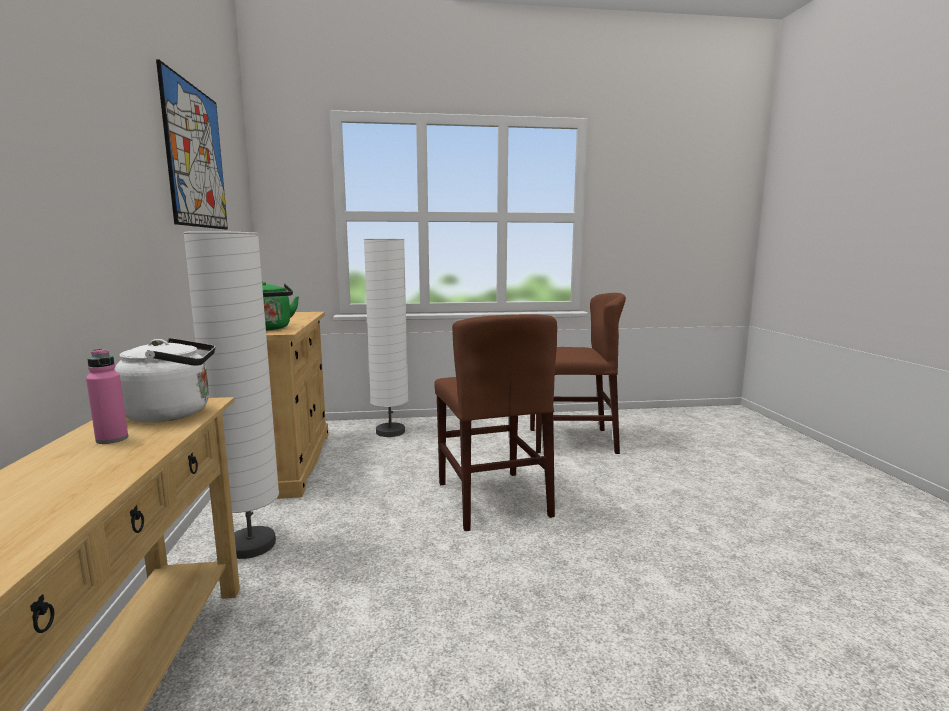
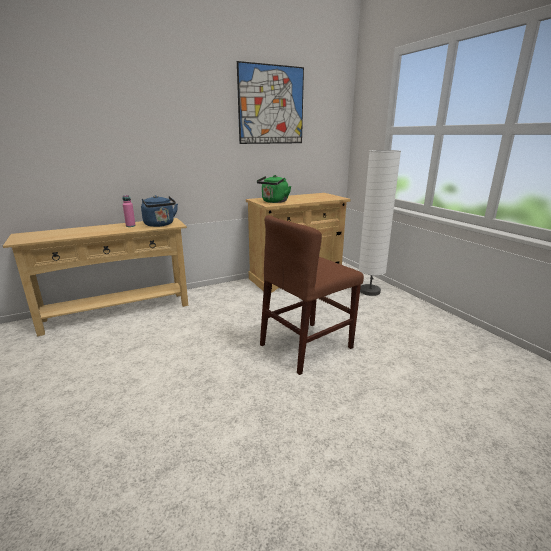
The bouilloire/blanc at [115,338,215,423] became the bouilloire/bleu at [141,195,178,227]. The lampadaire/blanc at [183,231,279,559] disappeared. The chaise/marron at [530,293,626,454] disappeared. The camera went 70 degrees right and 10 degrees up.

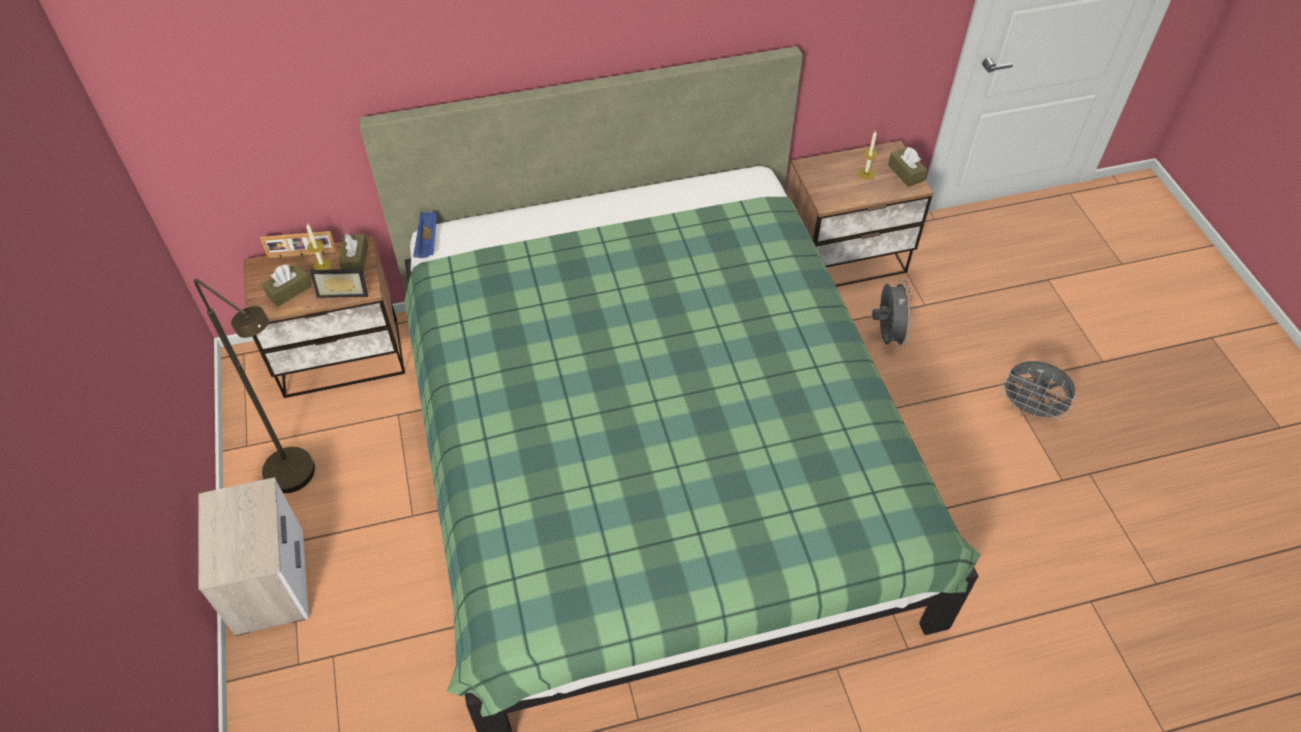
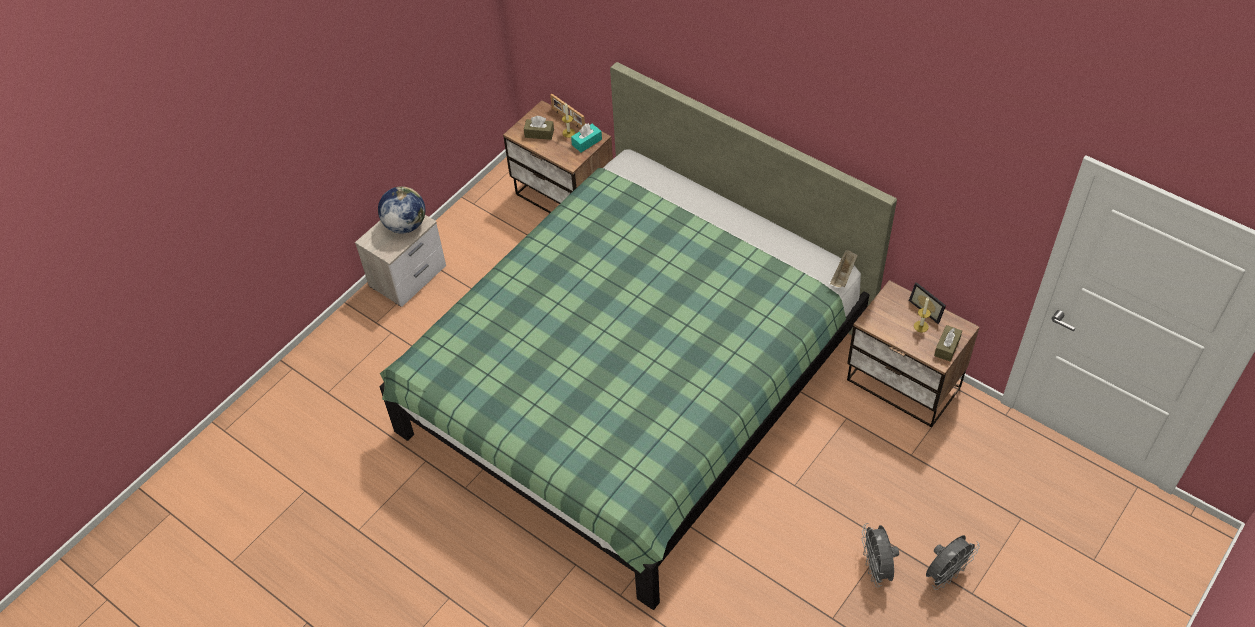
The globe at [378,186,425,234] appeared. The boîte à mouchoirs/marron at [339,234,368,274] became the boîte à mouchoirs/turquoise at [571,123,602,152]. The plateau/beige at [830,249,858,287] appeared. The cadre photo moved from [309,269,368,298] to [909,282,946,324]. The ventilateur/gris moved from [872,280,913,348] to [926,535,980,590]. The lampadaire/marron at [194,279,315,493] disappeared. The plateau/bleu at [413,211,437,258] disappeared. The camera went 55 degrees right and 0 degrees up.

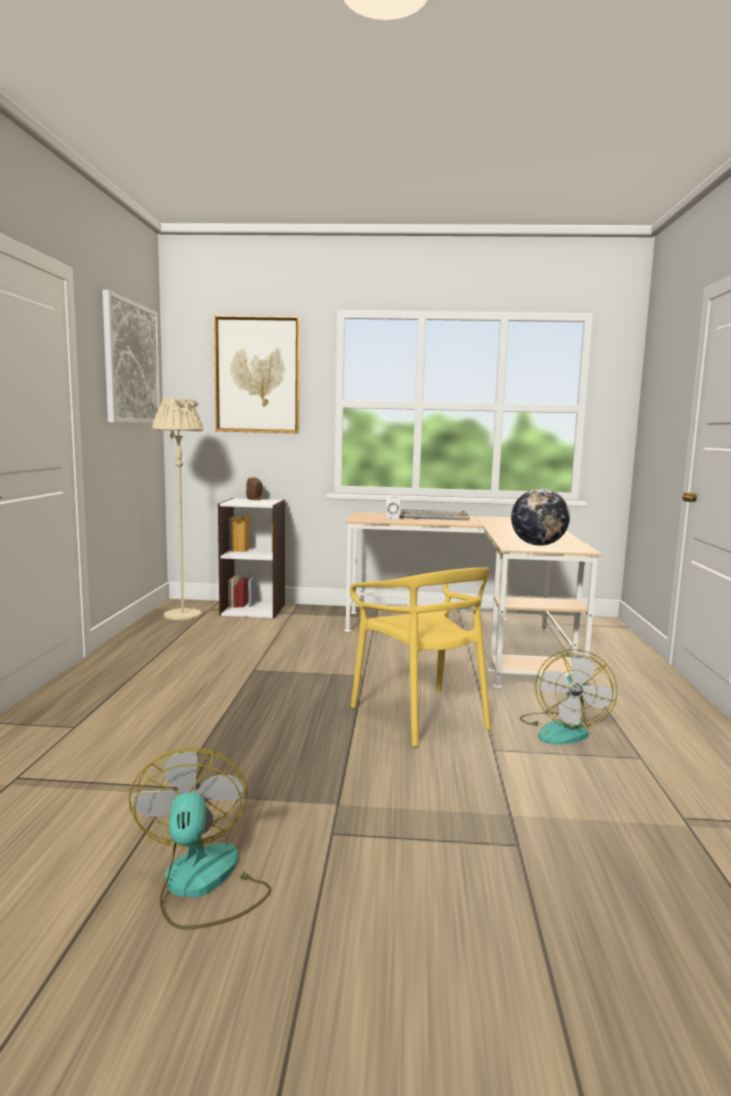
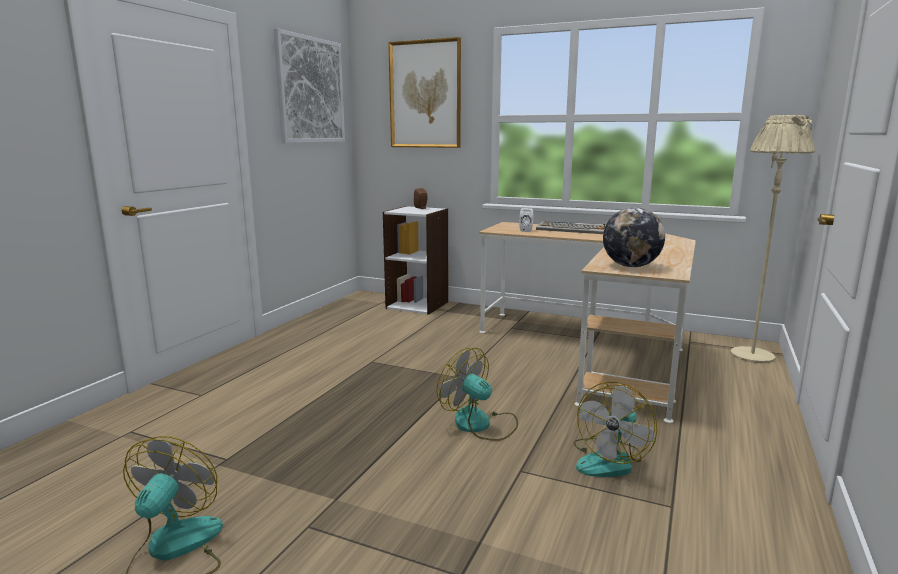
The chaise/jaune at [350,567,491,747] was replaced by the ventilateur at [436,348,518,441]. The lampadaire/beige moved from [152,398,204,620] to [730,115,815,363]. The camera went 20 degrees right and 5 degrees up.

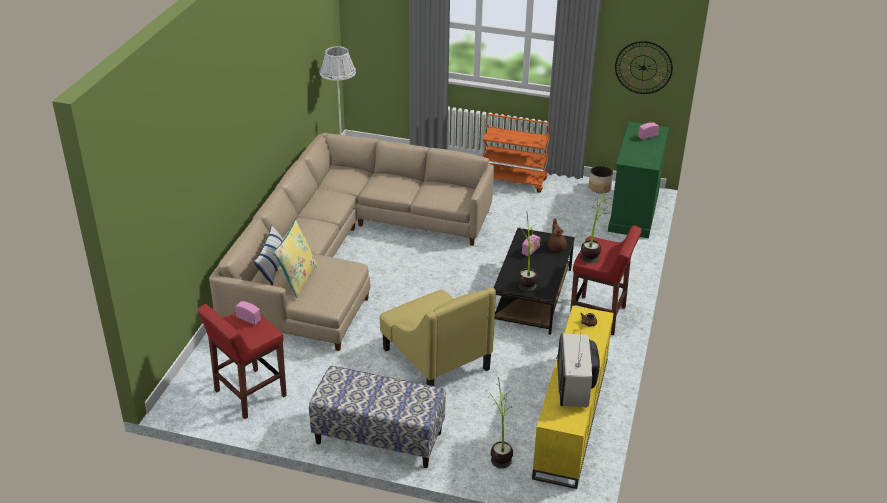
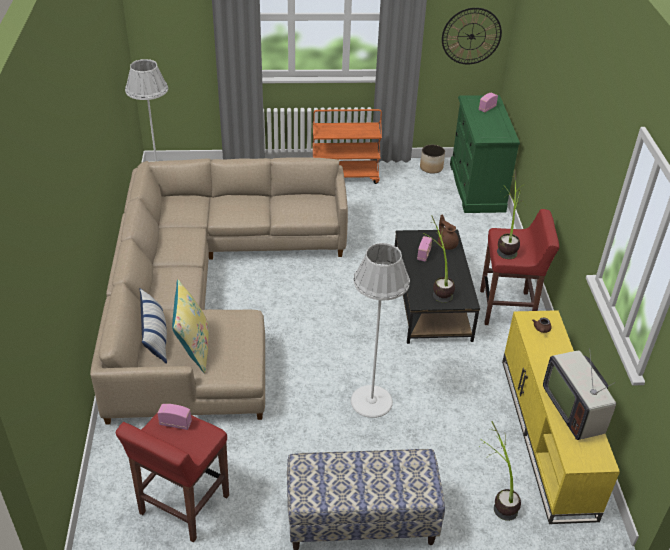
The fauteuil/jaune at [380,287,496,386] was replaced by the lampadaire/blanc at [351,243,410,418]. The camera went 20 degrees left and 5 degrees up.

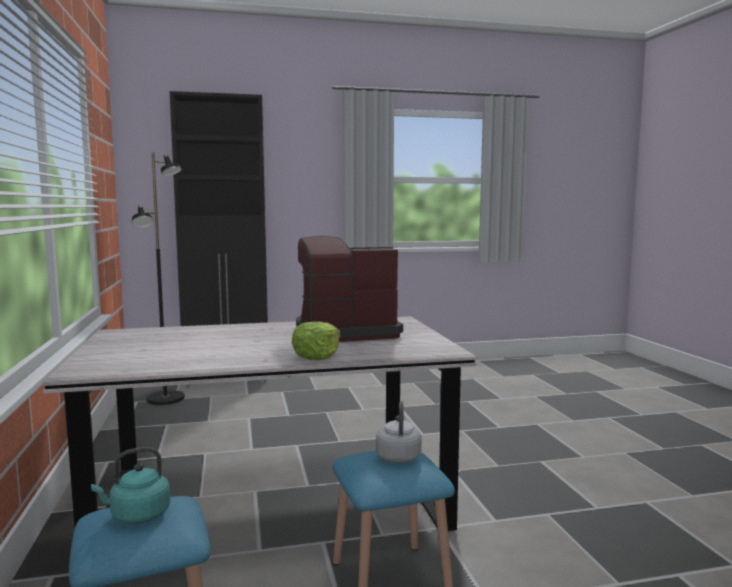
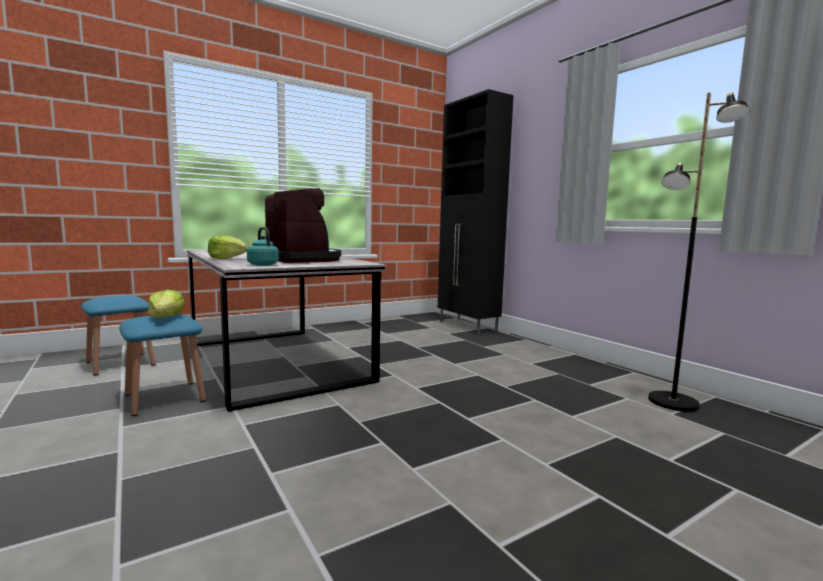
The bouilloire/gris at [376,401,422,463] was replaced by the laitue at [148,290,185,318]. The bouilloire/turquoise moved from [91,447,170,524] to [247,227,279,266]. The lampadaire/noir moved from [131,152,185,405] to [648,92,750,412]. The camera went 70 degrees right and 0 degrees up.

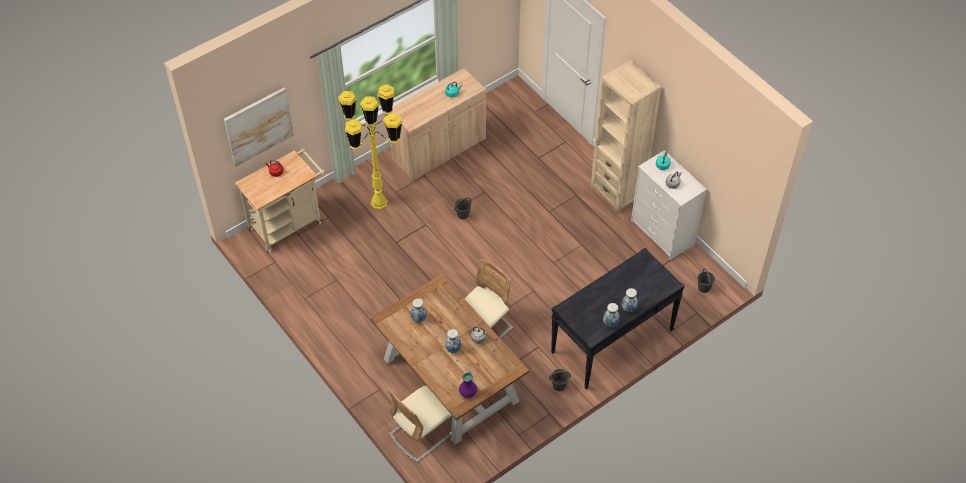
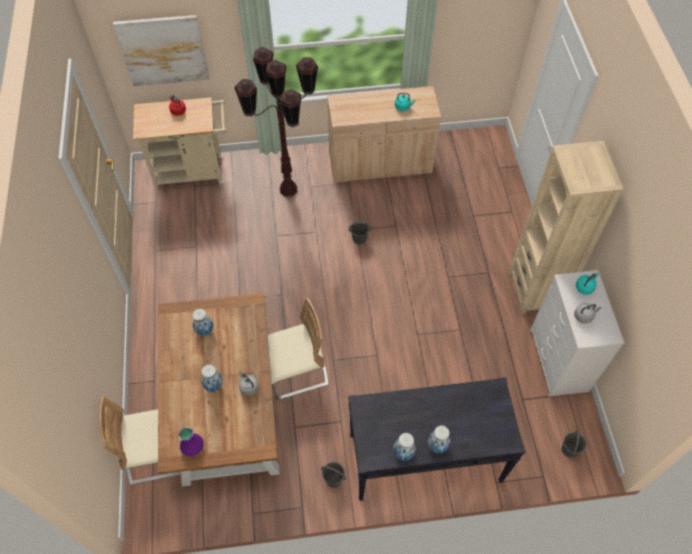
The lampadaire/jaune at [338,84,403,209] became the lampadaire/marron at [234,47,318,197]. The camera went 30 degrees right and 5 degrees up.

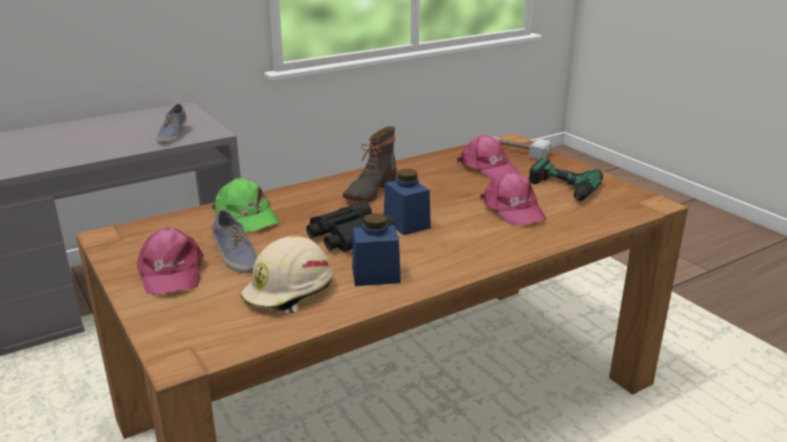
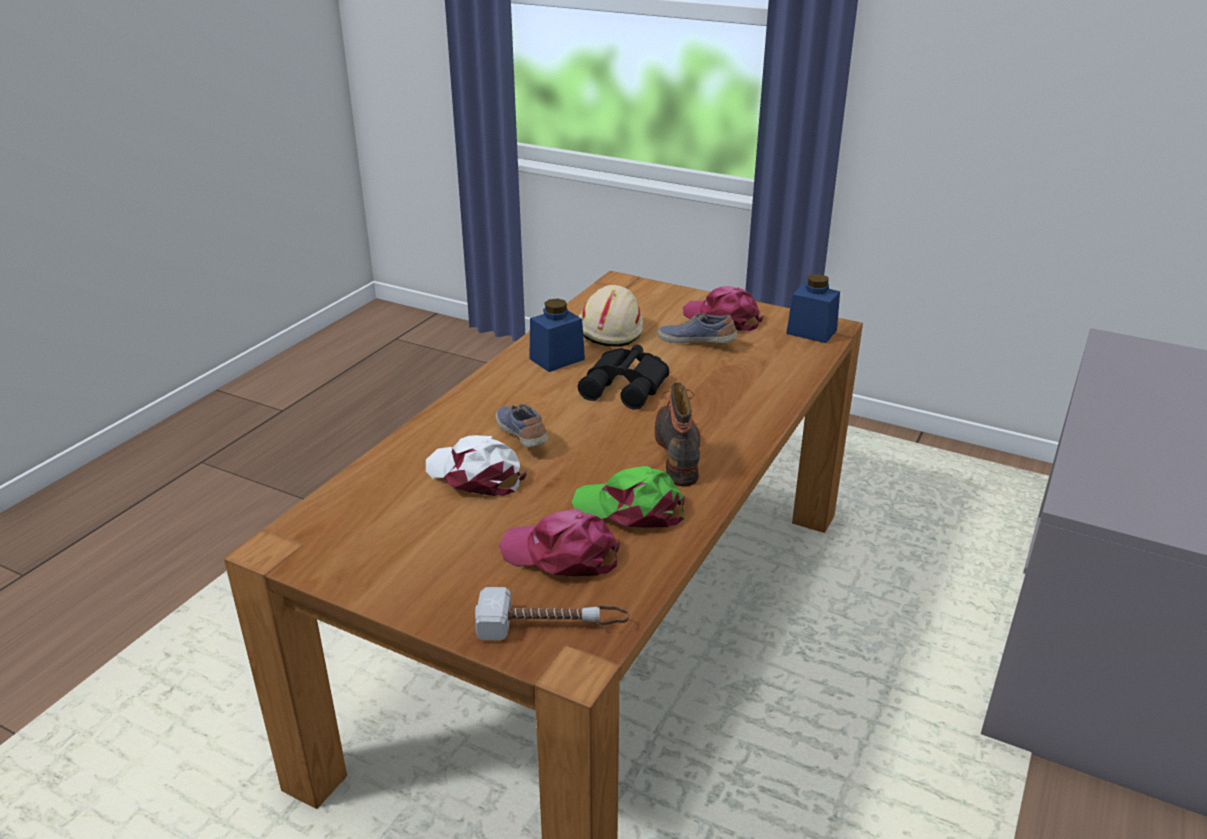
The casquette/rose at [480,172,546,225] became the casquette/blanc at [426,435,527,496]. The chaussure moved from [156,103,187,144] to [496,403,548,447]. The casquette/vert moved from [211,178,279,232] to [572,466,685,528]. The bocal/bleu moved from [384,169,431,235] to [786,274,840,343]. The perceuse at [529,158,603,204] disappeared. The camera went 150 degrees right and 5 degrees up.

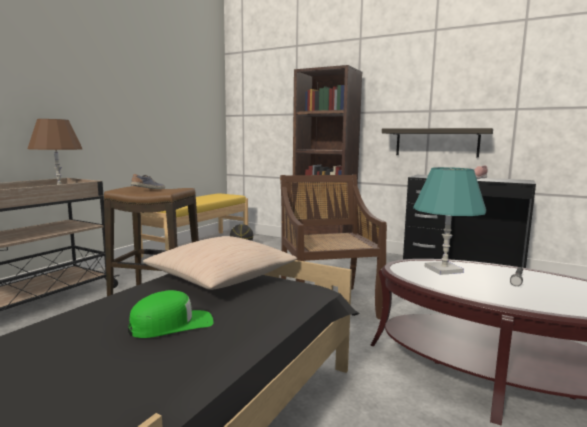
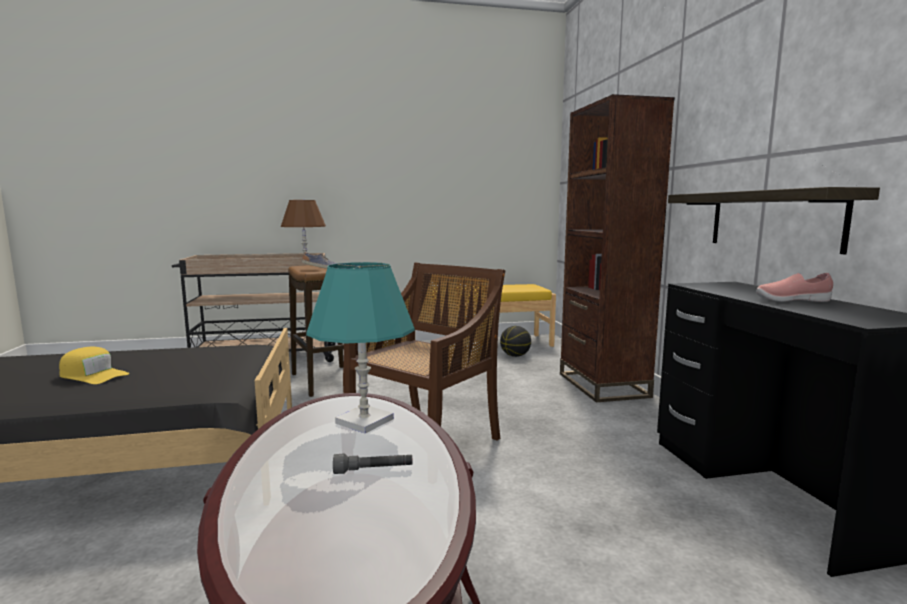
The casquette/vert at [128,290,214,338] became the casquette/jaune at [59,347,129,384]. The coussin/beige at [143,236,298,290] disappeared. The camera went 50 degrees right and 0 degrees up.

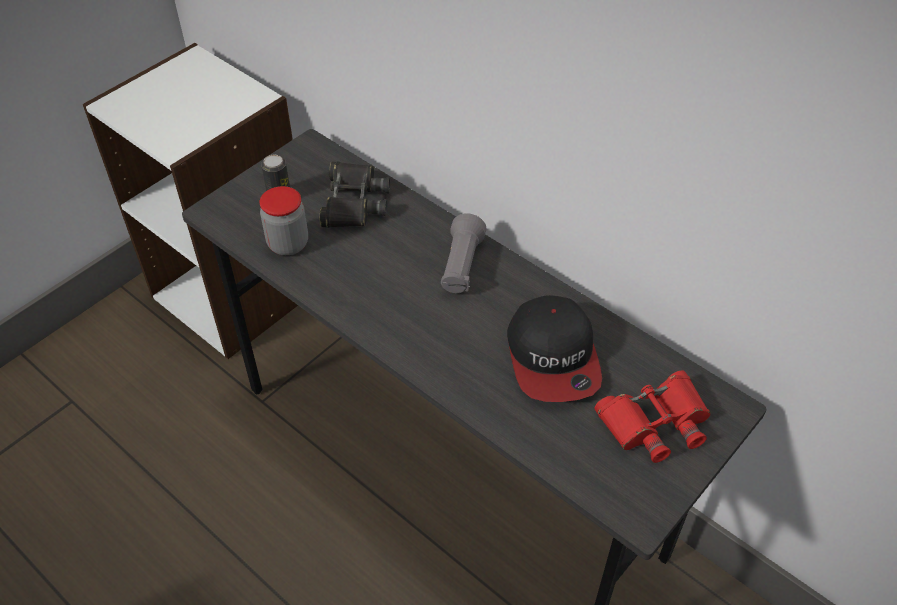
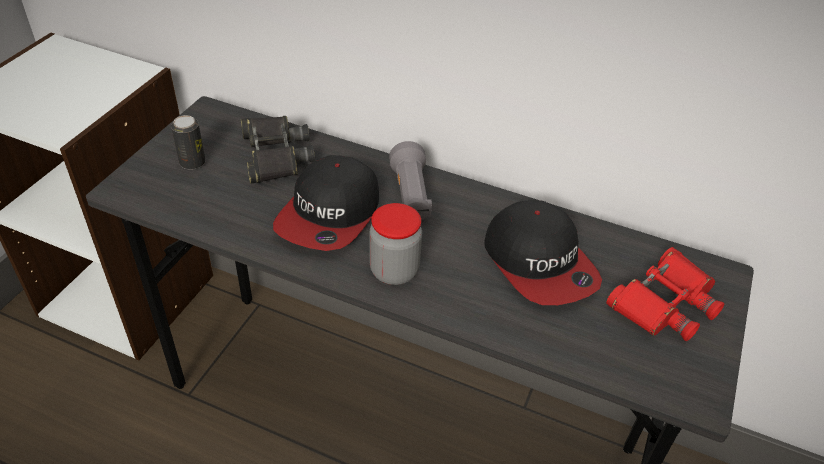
The casquette at [273,155,379,251] appeared. The bocal moved from [260,186,308,255] to [369,203,422,285]. The camera went 20 degrees left and 5 degrees down.

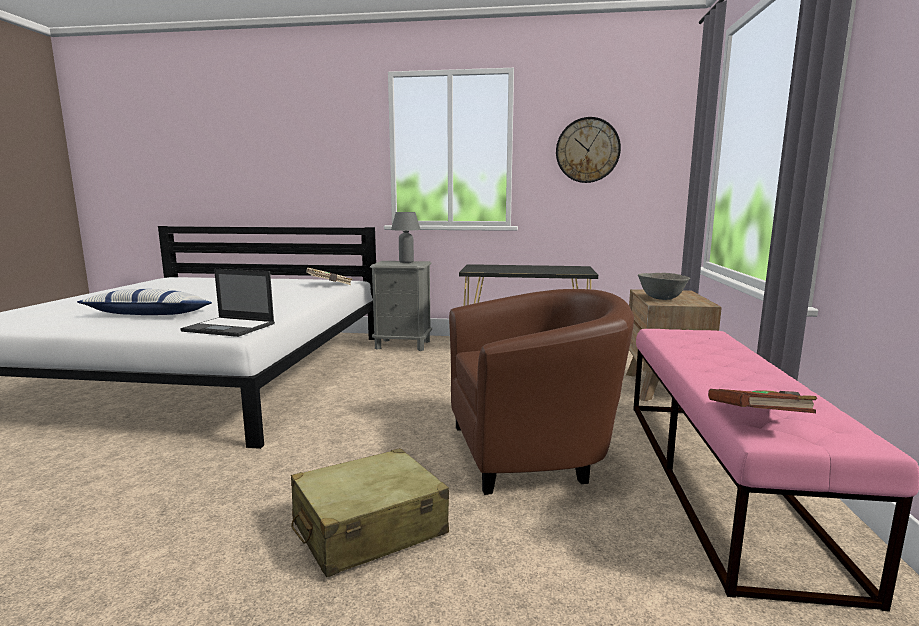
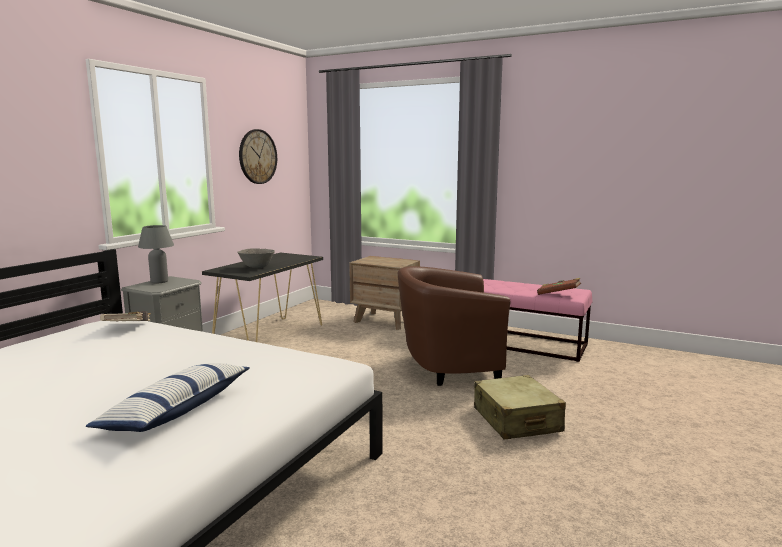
The bol/gris moved from [638,273,690,300] to [238,248,275,268]. The fauteuil/marron at [449,289,634,495] turned 105 degrees counterclockwise. The ordinateur portable at [180,269,275,337] disappeared. The camera went 70 degrees left and 0 degrees up.

